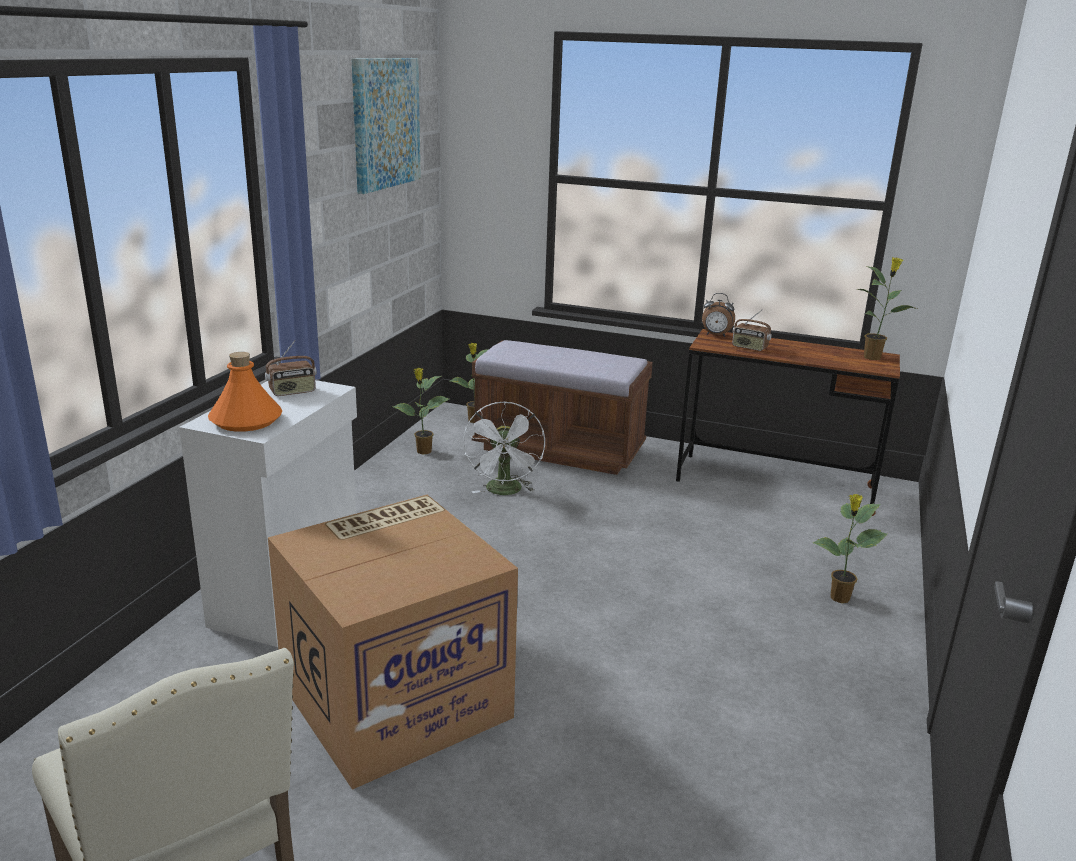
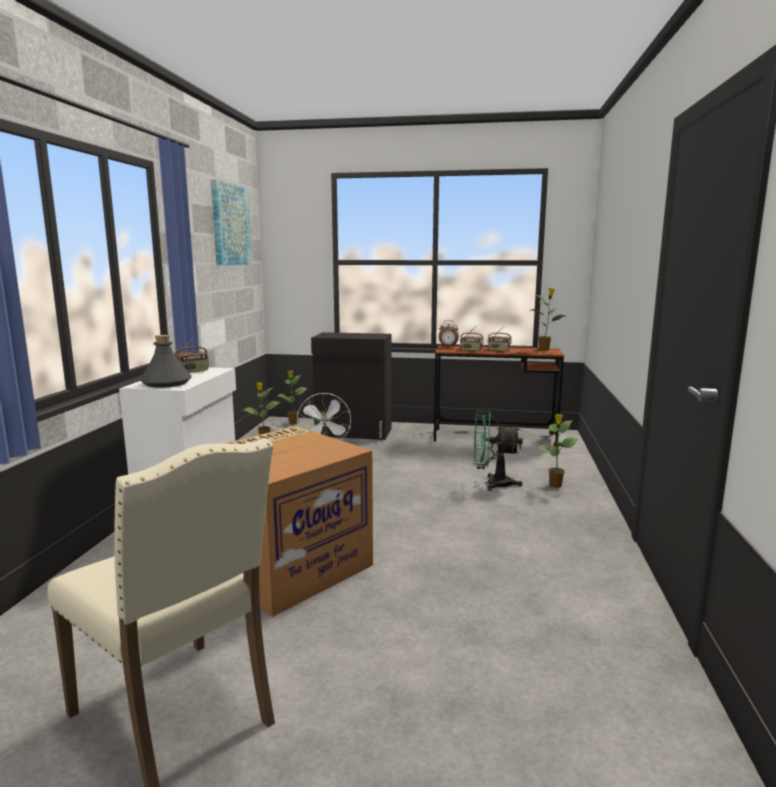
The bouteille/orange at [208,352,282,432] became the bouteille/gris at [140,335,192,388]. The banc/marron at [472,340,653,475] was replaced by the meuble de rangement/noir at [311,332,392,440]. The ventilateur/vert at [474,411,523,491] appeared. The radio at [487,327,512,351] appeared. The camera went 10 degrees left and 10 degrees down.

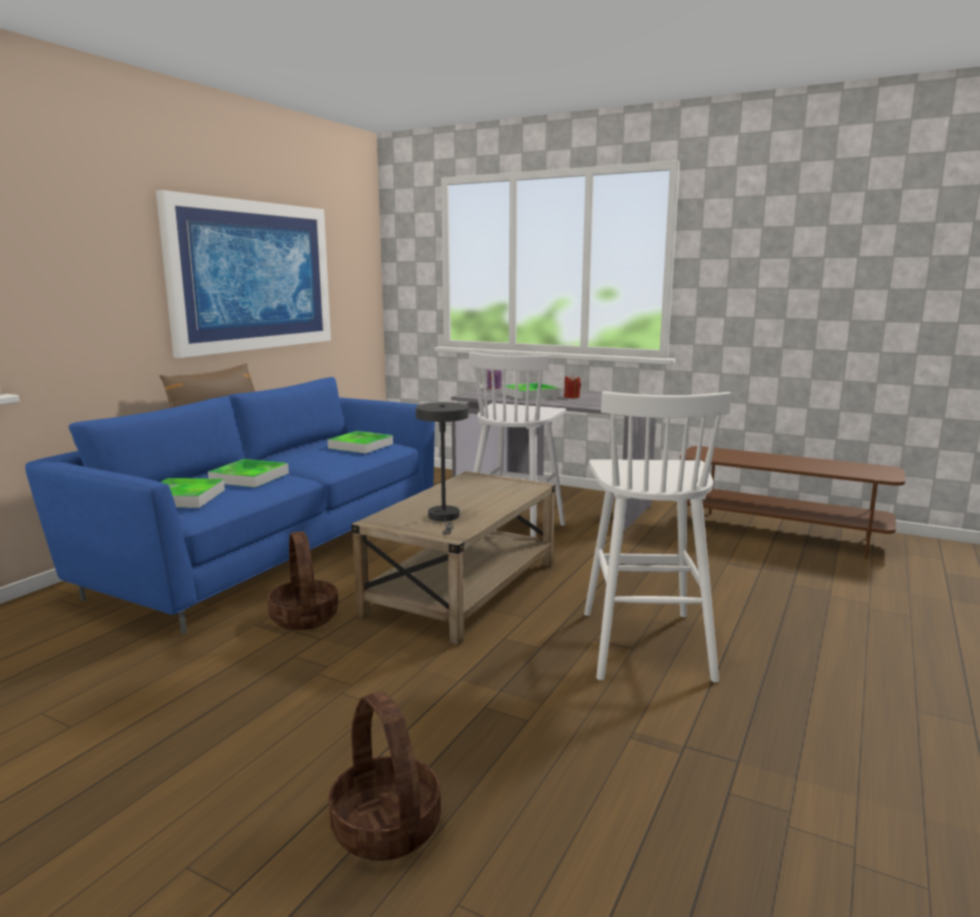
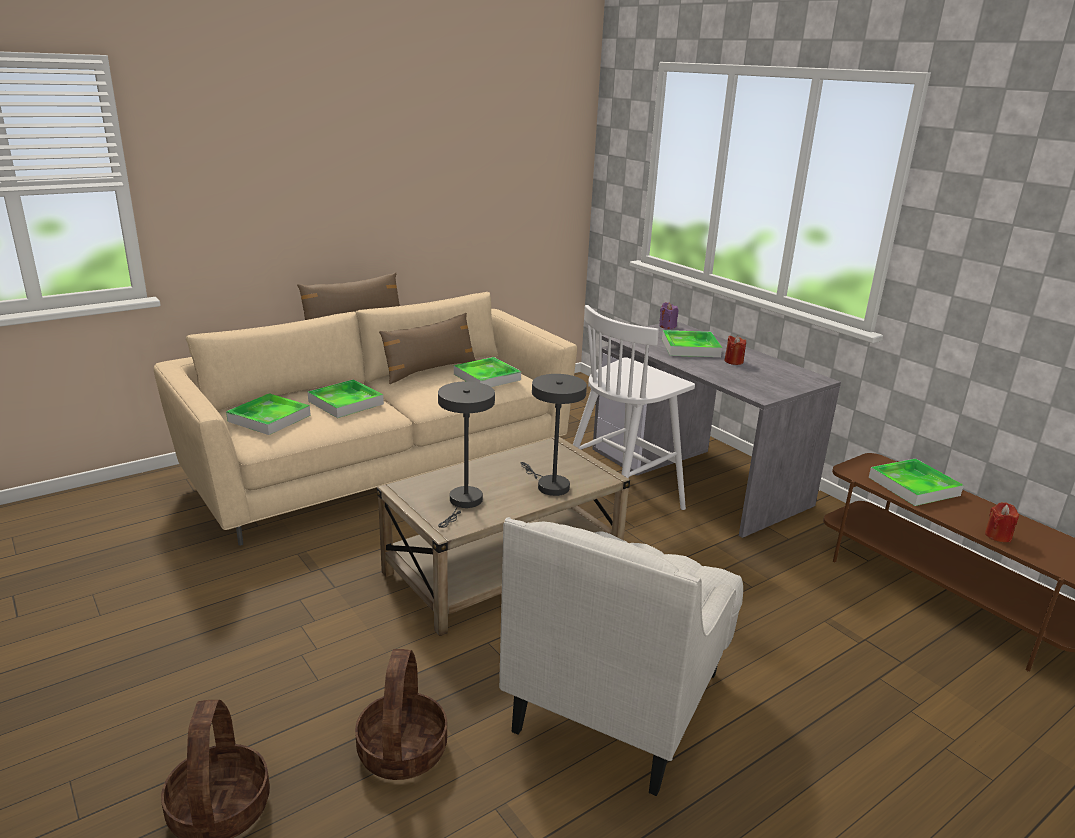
The canapé/bleu at [25,377,435,634] became the canapé/beige at [154,292,577,546]. The panier moved from [267,531,338,630] to [355,649,447,780]. The coussin/marron at [379,313,476,384] appeared. The tabouret/blanc at [584,391,732,683] was replaced by the fauteuil/blanc at [499,517,743,796]. The lampe de table/gris at [521,374,587,496] appeared. The plateau at [869,458,964,506] appeared. The bougie/rouge at [985,502,1019,542] appeared. The tableau at [156,190,331,358] disappeared. The camera went 25 degrees right and 10 degrees up.

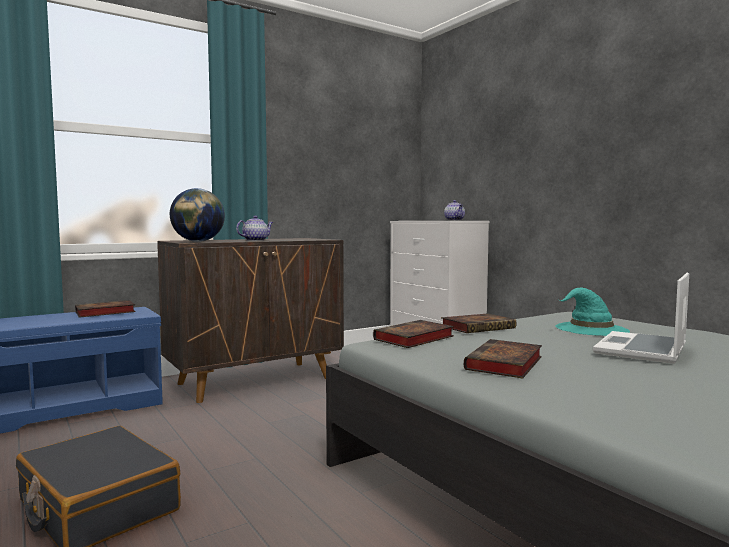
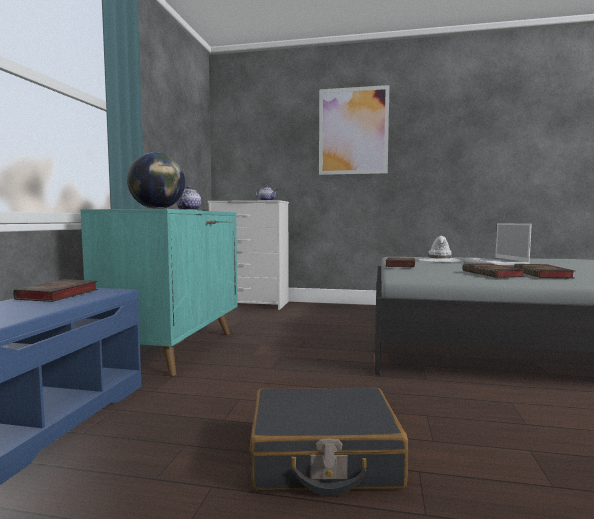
The meuble de rangement/marron at [157,238,344,403] became the meuble de rangement/turquoise at [81,209,238,376]. The tableau at [319,85,389,175] appeared. The chapeau/turquoise at [555,288,630,336] became the chapeau/blanc at [419,236,461,262]. The livre moved from [373,320,454,348] to [514,264,575,279]. The camera went 45 degrees left and 0 degrees up.

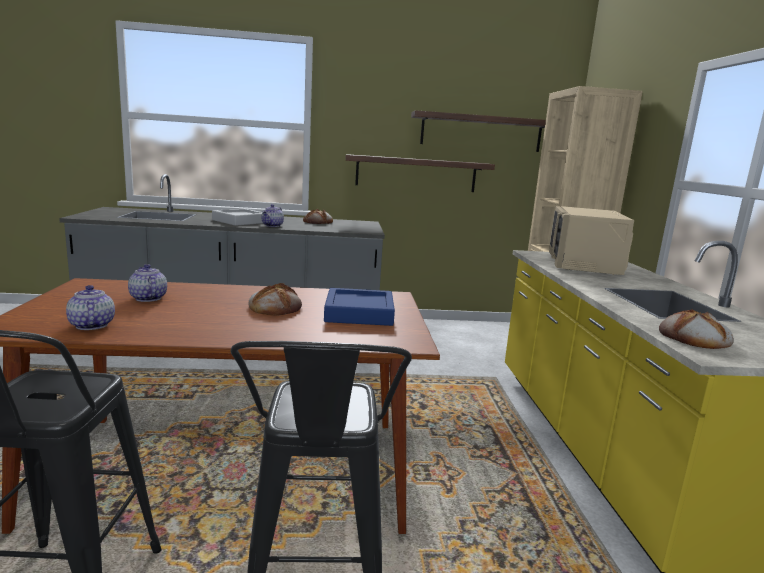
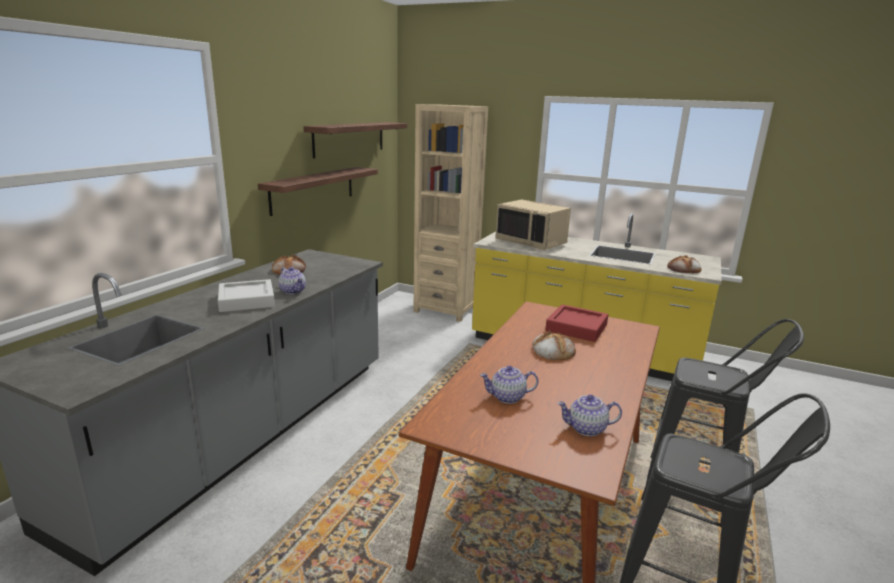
The plateau/bleu at [324,288,395,326] became the plateau/rouge at [546,304,608,342]. The camera went 60 degrees left and 5 degrees up.

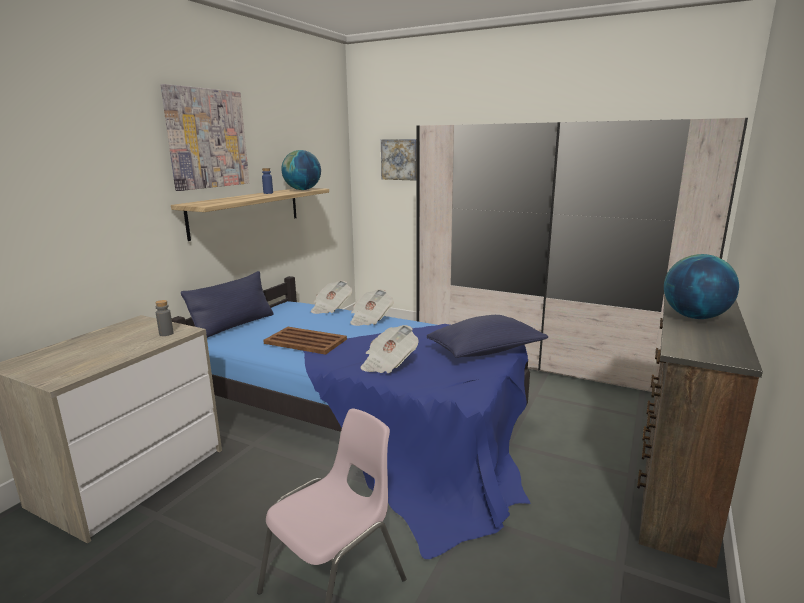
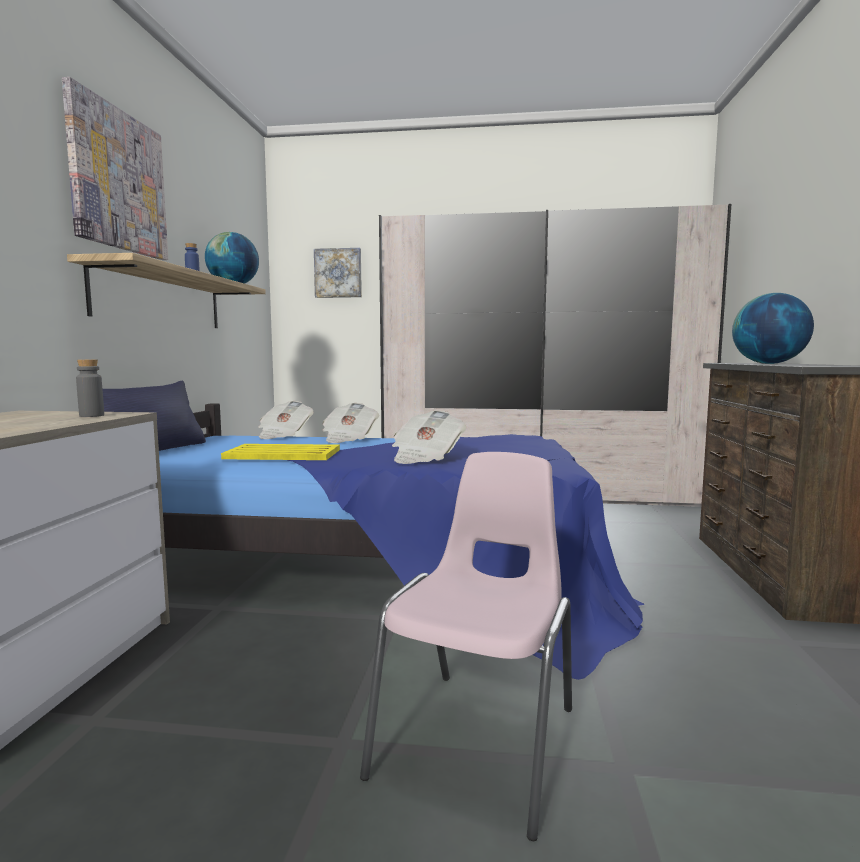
The plateau/marron at [263,327,347,355] became the plateau/jaune at [221,444,340,460]. The coussin/bleu at [427,315,548,358] disappeared. The camera went 20 degrees left and 10 degrees down.

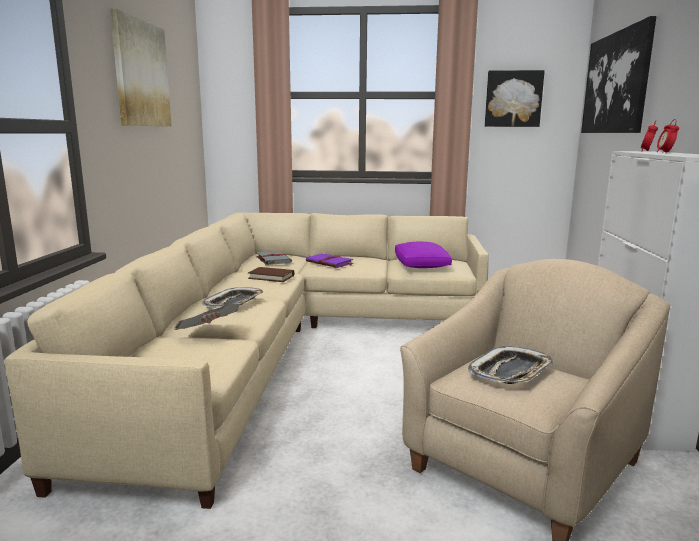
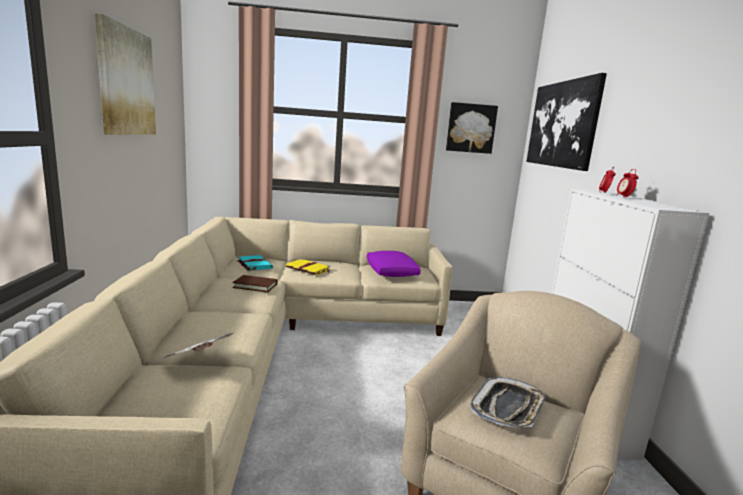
The livre/gris at [256,251,292,265] became the livre/turquoise at [237,255,273,271]. The livre/violet at [306,253,353,268] became the livre/jaune at [286,259,331,275]. The plateau at [203,287,263,307] disappeared. The camera went 10 degrees left and 0 degrees up.

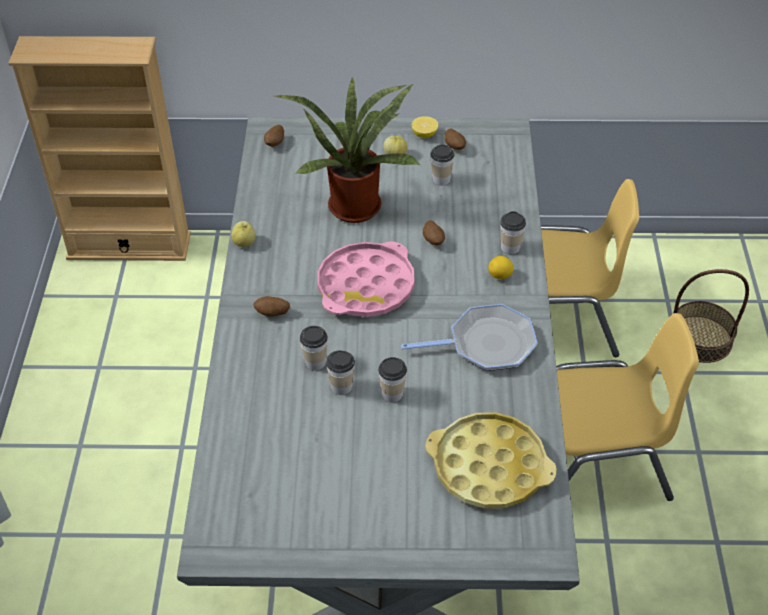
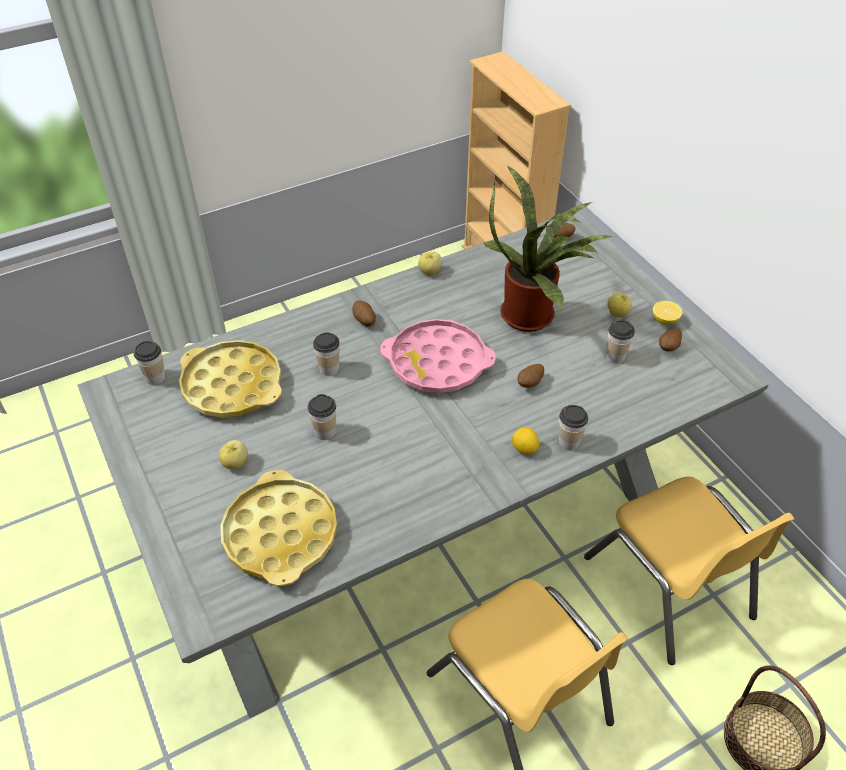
The tasse moved from [326,350,355,395] to [134,341,165,385]. The plateau/jaune at [179,340,282,418] appeared. The pomme at [219,440,248,470] appeared. The poêle at [401,304,538,371] disappeared. The camera went 60 degrees right and 0 degrees up.

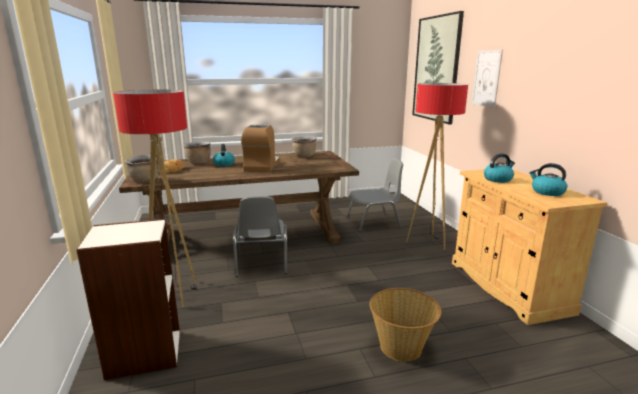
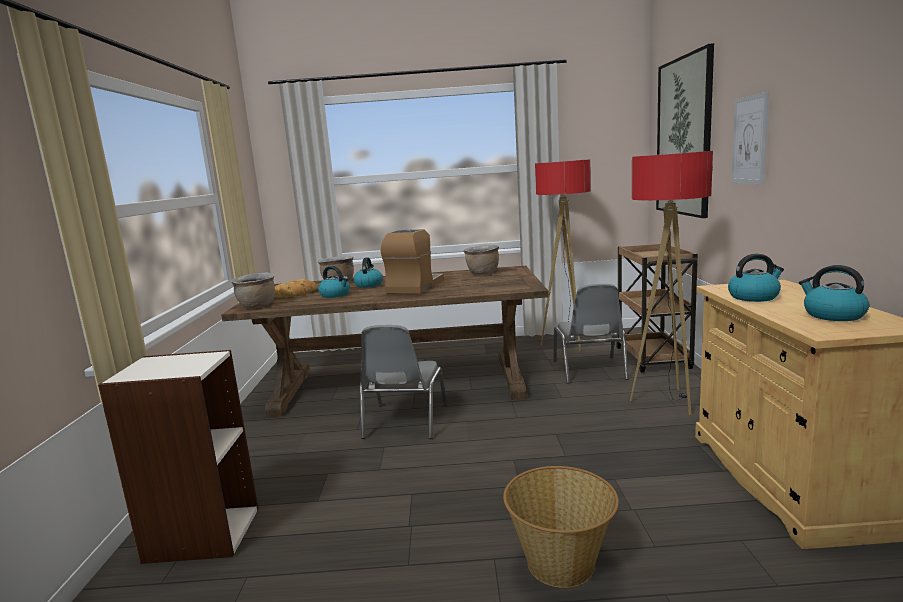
The bouilloire at [318,266,350,298] appeared. The lampadaire moved from [113,90,197,308] to [535,159,591,352]. The chaise/gris at [346,158,403,232] turned 90 degrees clockwise. The chariot/marron at [616,244,698,373] appeared. The camera went 15 degrees right and 5 degrees down.

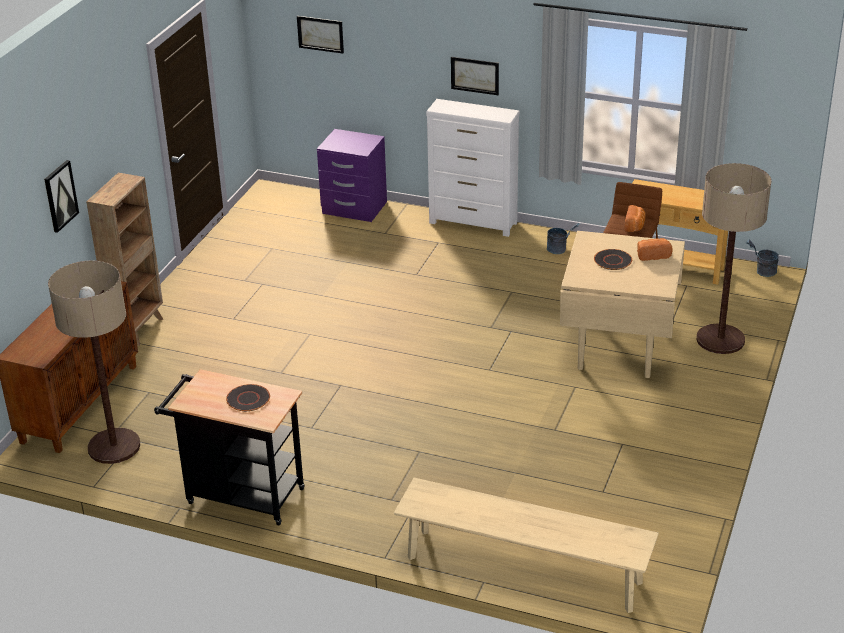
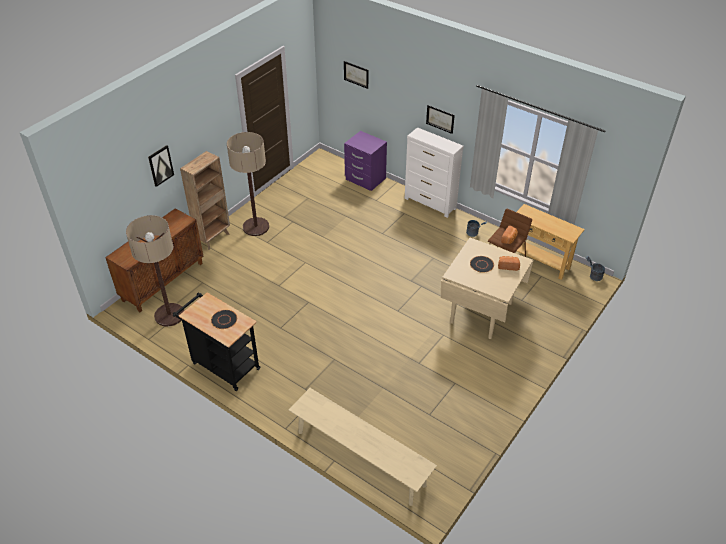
The lampadaire moved from [696,163,772,354] to [227,132,269,236]. The camera went 15 degrees right and 10 degrees up.

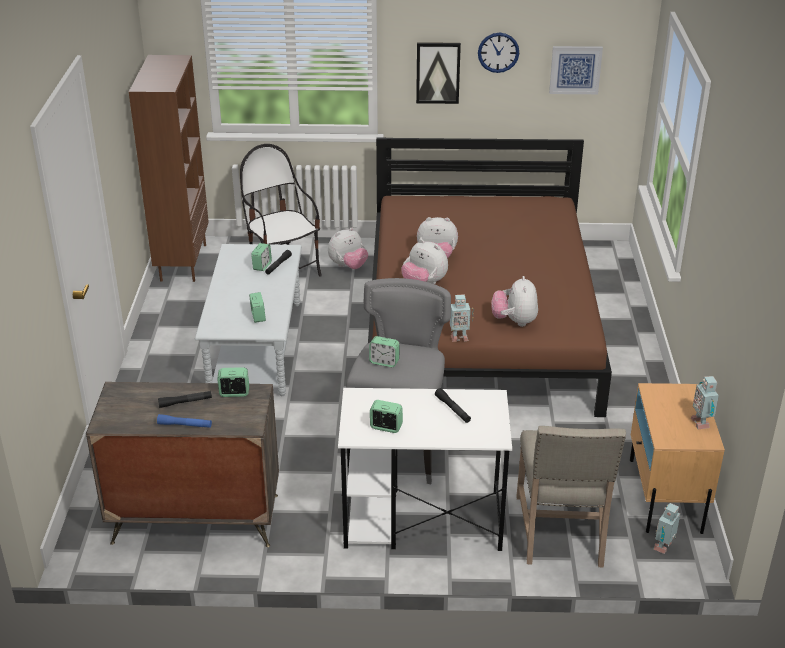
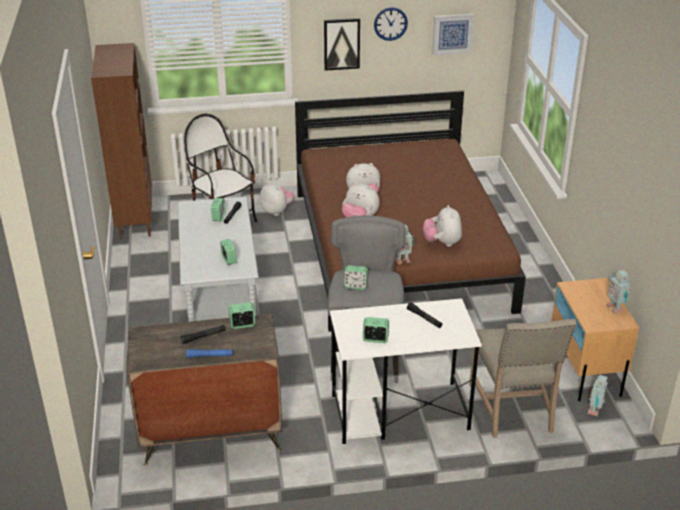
The peluche at [328,228,368,269] turned 90 degrees counterclockwise. The camera went 10 degrees left and 0 degrees up.

